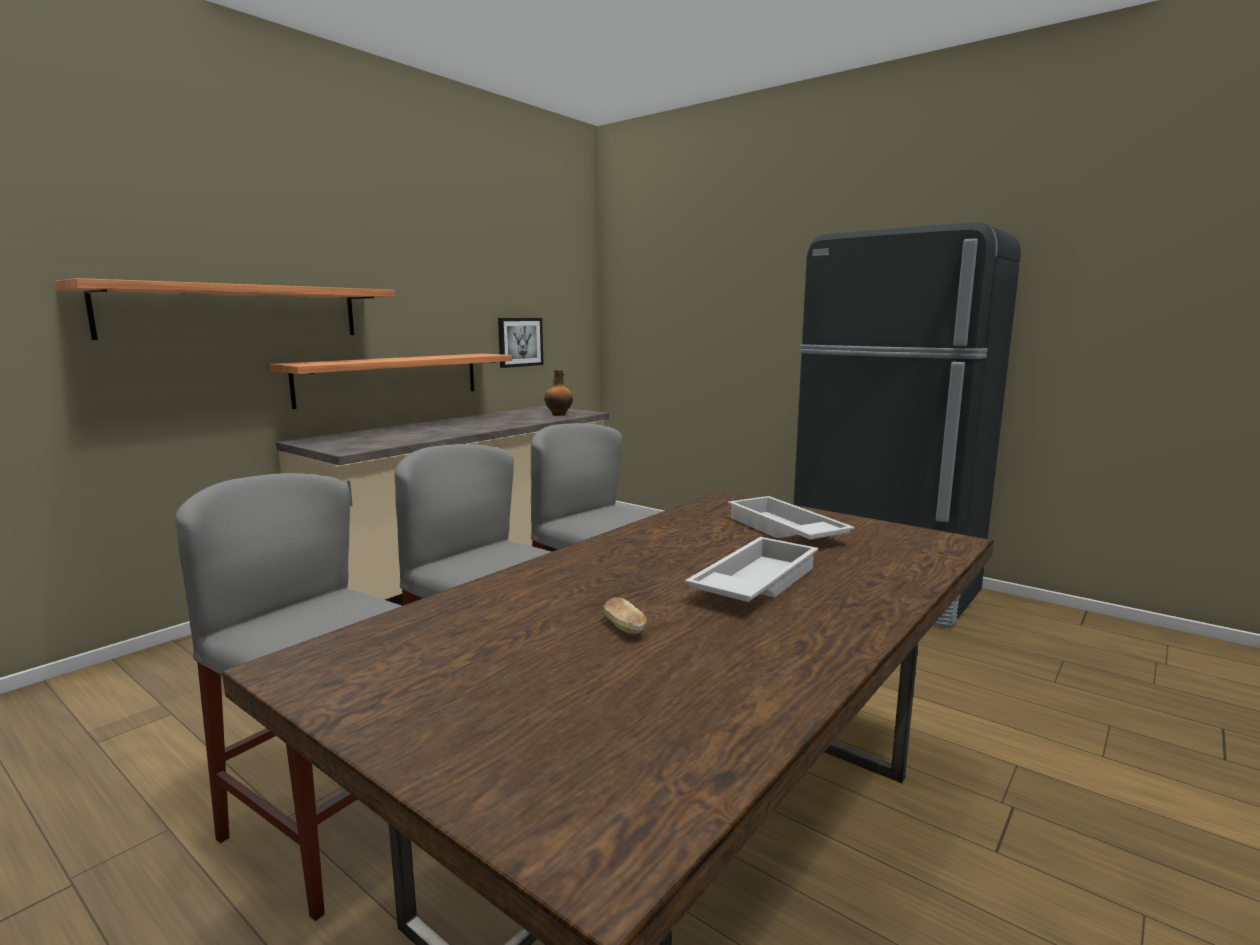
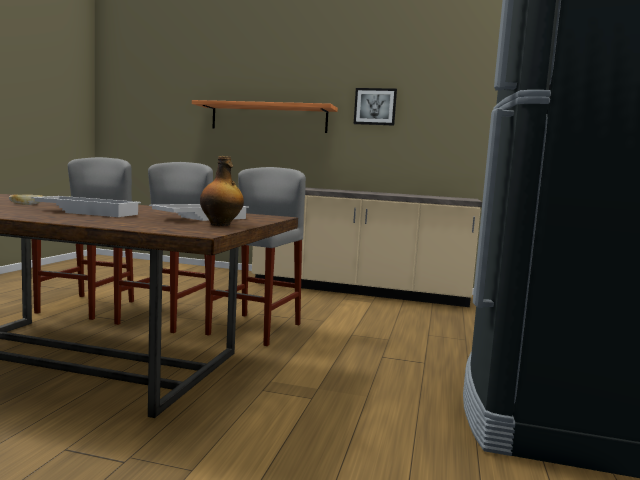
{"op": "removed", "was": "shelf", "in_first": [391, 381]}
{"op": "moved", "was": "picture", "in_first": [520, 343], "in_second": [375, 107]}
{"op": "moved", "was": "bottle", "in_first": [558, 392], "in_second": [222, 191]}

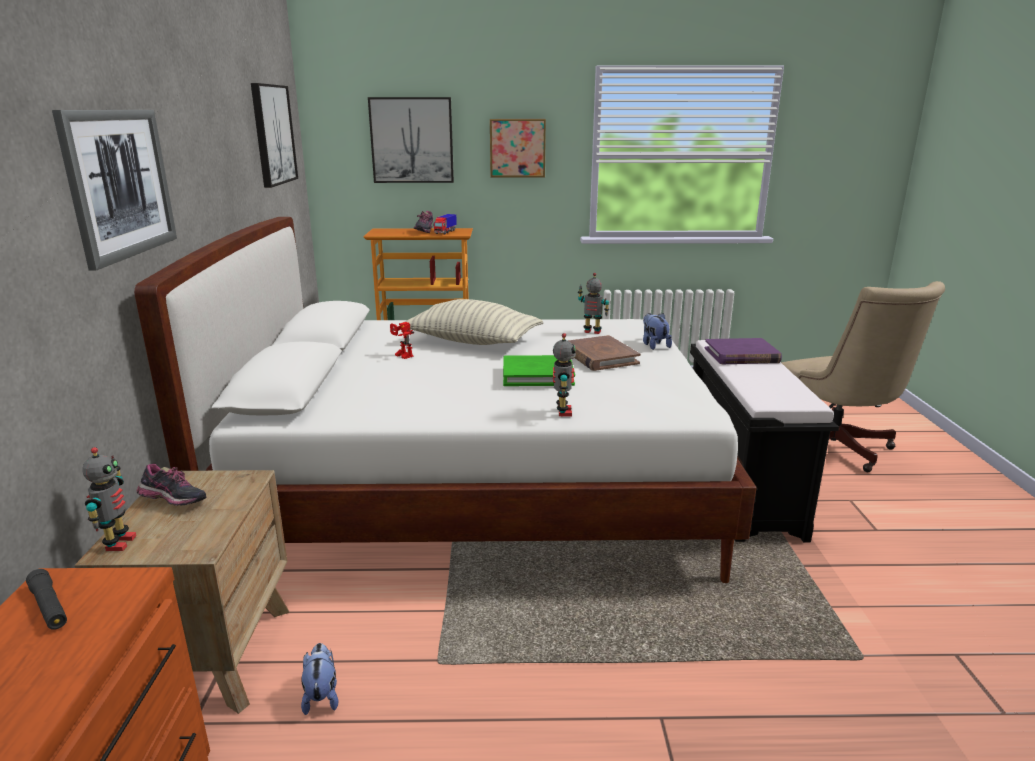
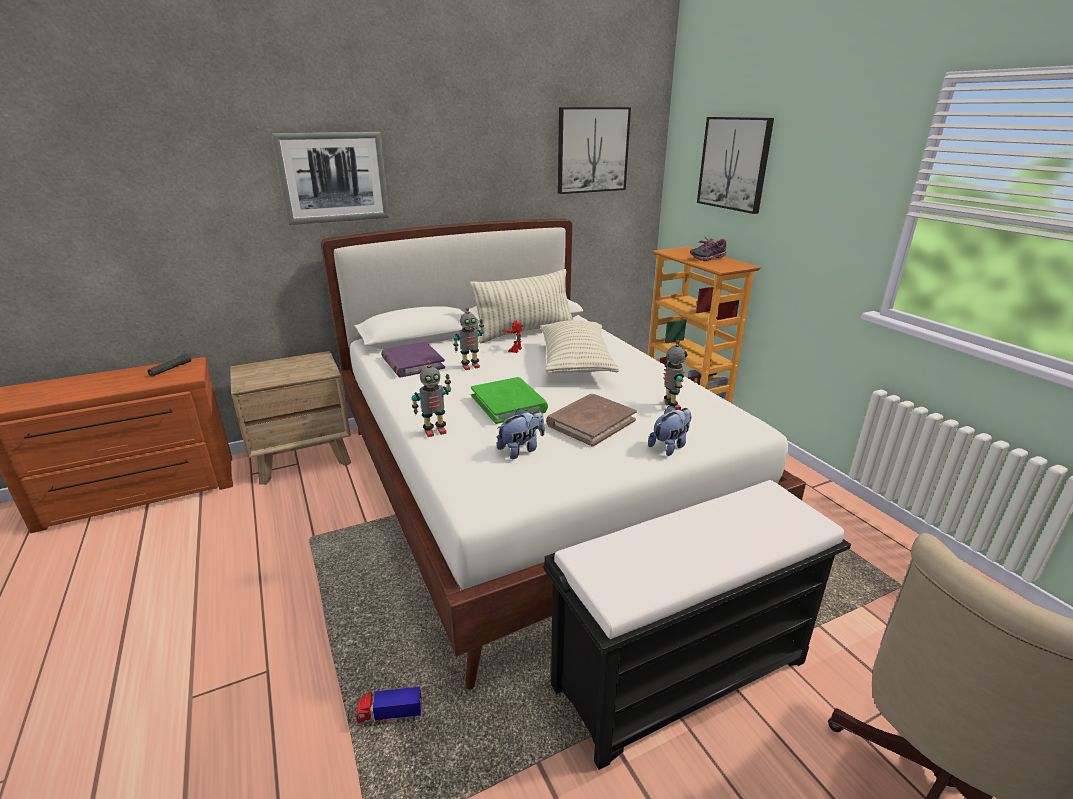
{"op": "removed", "was": "shoe", "in_first": [172, 485]}
{"op": "removed", "was": "picture", "in_first": [518, 148]}
{"op": "added", "now": "pillow", "in_second": [521, 306]}
{"op": "moved", "was": "toy robot", "in_first": [109, 499], "in_second": [468, 338]}
{"op": "moved", "was": "plush toy", "in_first": [320, 679], "in_second": [521, 434]}
{"op": "moved", "was": "toy truck", "in_first": [445, 224], "in_second": [389, 707]}
{"op": "moved", "was": "book/purple", "in_first": [743, 351], "in_second": [413, 360]}

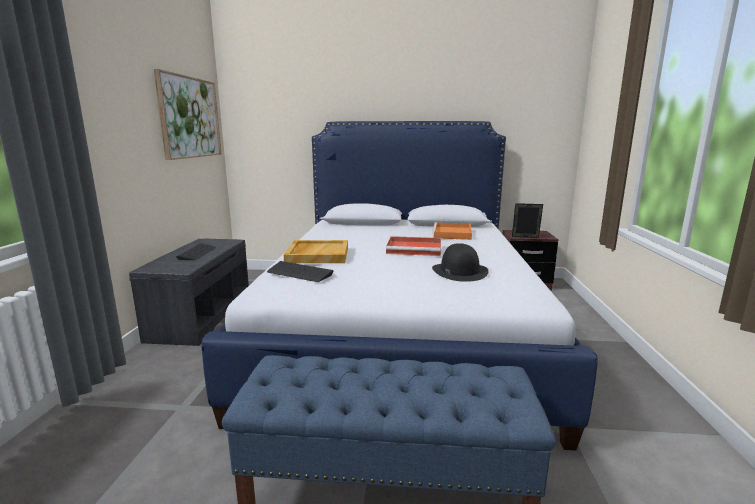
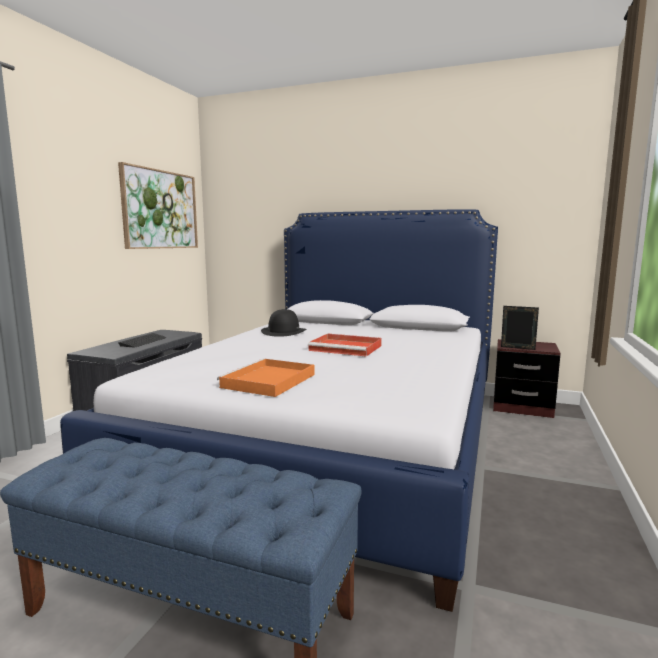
{"op": "removed", "was": "keyboard", "in_first": [300, 271]}
{"op": "removed", "was": "tray/beige", "in_first": [316, 251]}
{"op": "moved", "was": "tray/orange", "in_first": [452, 231], "in_second": [266, 377]}
{"op": "moved", "was": "hat/black", "in_first": [460, 262], "in_second": [283, 323]}

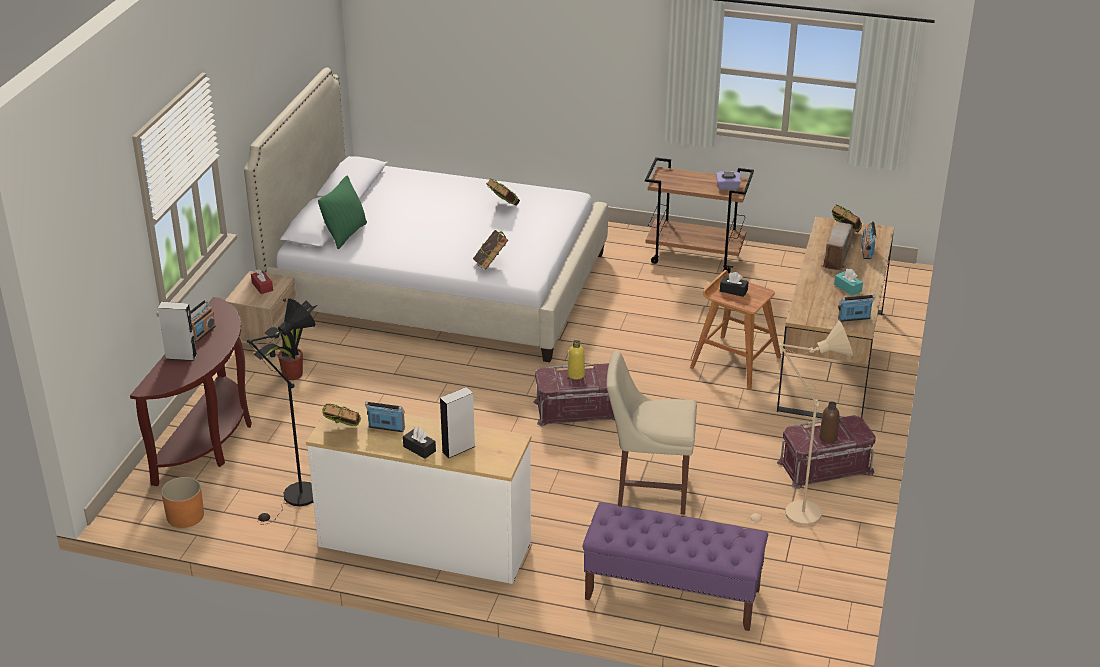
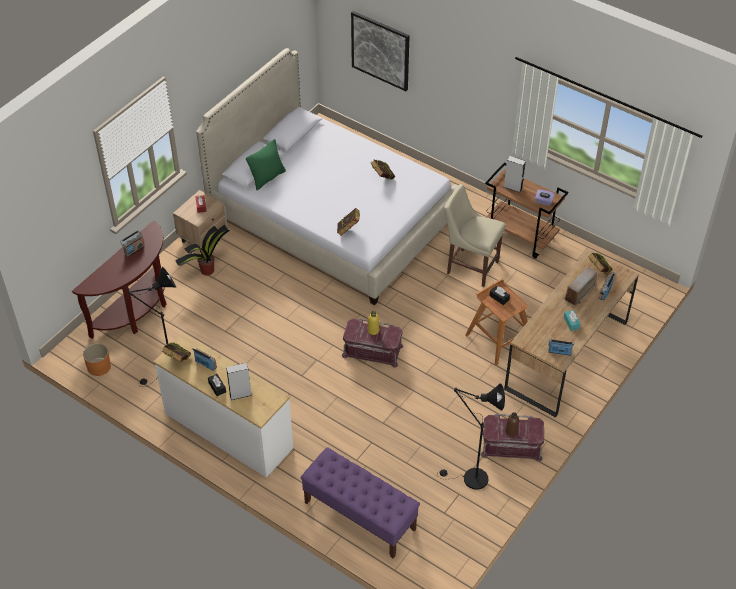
{"op": "added", "now": "picture", "in_second": [380, 51]}
{"op": "moved", "was": "speaker/grey", "in_first": [177, 331], "in_second": [515, 174]}
{"op": "moved", "was": "chair/beige", "in_first": [652, 432], "in_second": [475, 235]}
{"op": "recoloured", "was": "floor lamp/beige", "now": "floor lamp/black", "in_first": [800, 423], "in_second": [472, 437]}

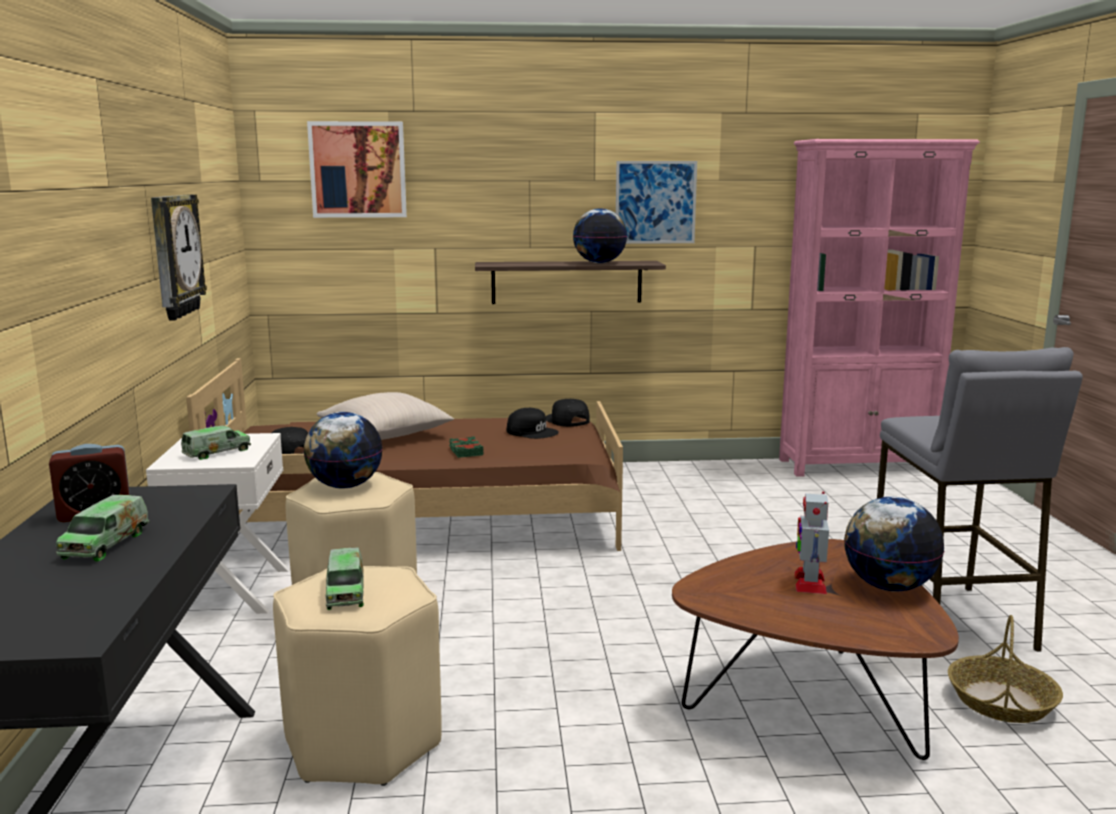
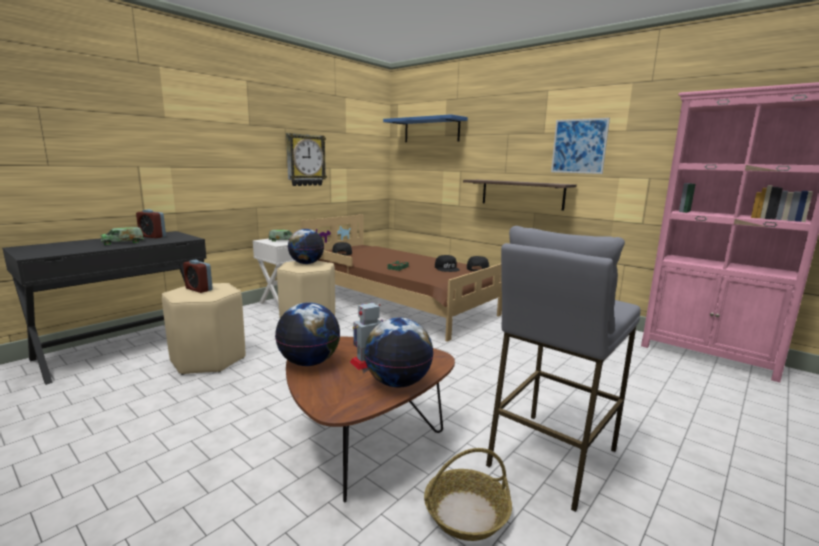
{"op": "removed", "was": "pillow/beige", "in_first": [385, 416]}
{"op": "moved", "was": "globe", "in_first": [600, 235], "in_second": [307, 334]}
{"op": "replaced", "was": "picture", "now": "shelf/blue", "in_first": [357, 169], "in_second": [425, 128]}
{"op": "replaced", "was": "toy truck", "now": "alarm clock", "in_first": [345, 579], "in_second": [198, 276]}

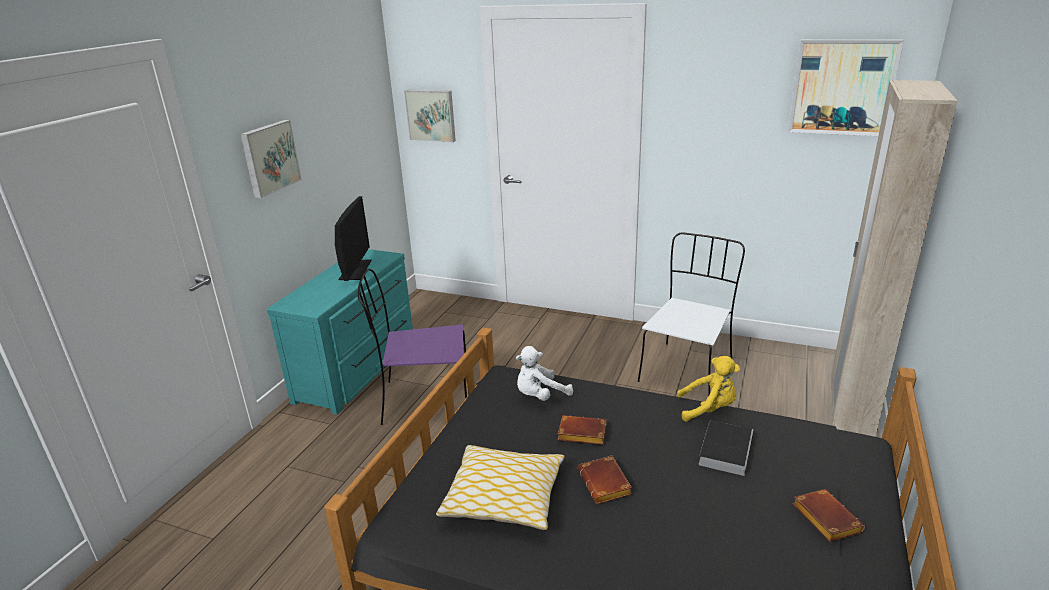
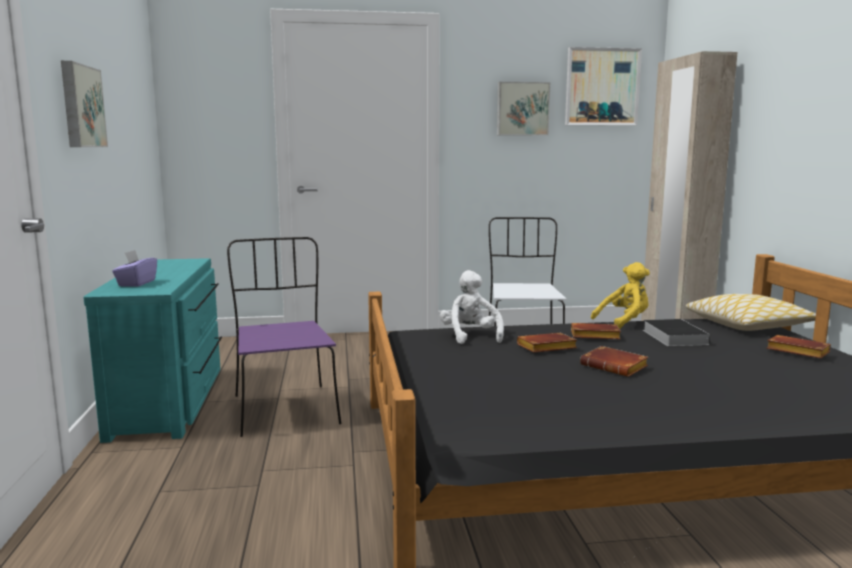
{"op": "removed", "was": "monitor", "in_first": [353, 238]}
{"op": "added", "now": "tissue box/purple", "in_second": [134, 268]}
{"op": "added", "now": "book/brown", "in_second": [596, 331]}
{"op": "moved", "was": "picture", "in_first": [430, 115], "in_second": [523, 109]}
{"op": "moved", "was": "pillow", "in_first": [500, 487], "in_second": [751, 312]}
{"op": "turned", "was": "chair/purple", "in_first": [412, 347], "in_second": [284, 337], "clockwise": 105}
{"op": "turned", "was": "plush toy/white", "in_first": [544, 373], "in_second": [472, 307], "clockwise": 135}

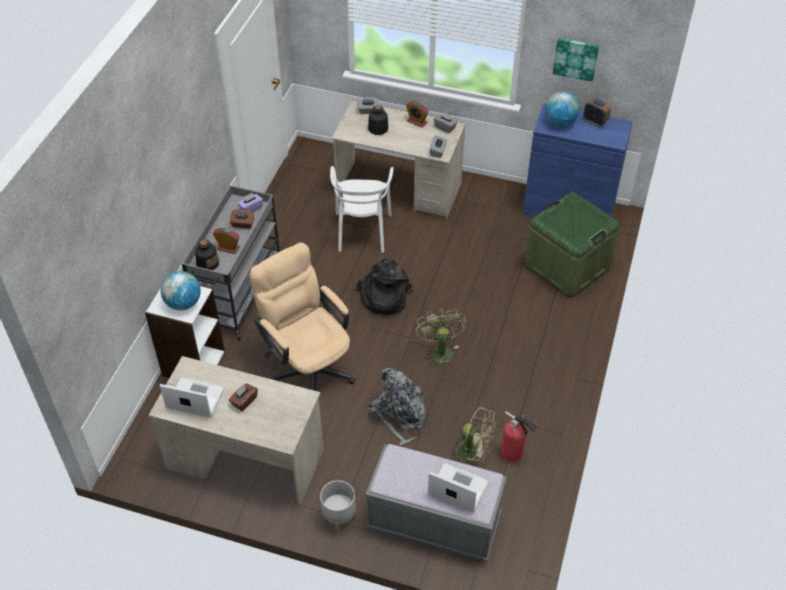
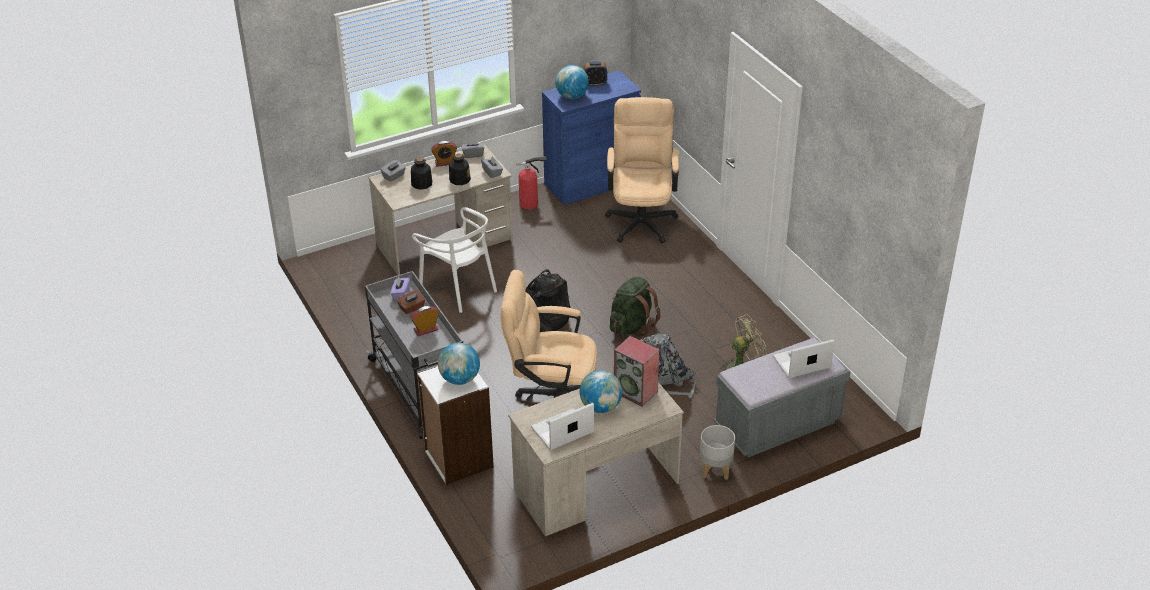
{"op": "removed", "was": "picture", "in_first": [576, 60]}
{"op": "added", "now": "speaker", "in_second": [636, 371]}
{"op": "moved", "was": "bottle", "in_first": [207, 254], "in_second": [460, 169]}
{"op": "moved", "was": "fire extinguisher", "in_first": [520, 436], "in_second": [531, 183]}
{"op": "replaced", "was": "tissue box/brown", "now": "globe", "in_first": [243, 397], "in_second": [601, 391]}
{"op": "replaced", "was": "fan/green", "now": "backpack/green", "in_first": [441, 339], "in_second": [635, 307]}
{"op": "replaced", "was": "storage box/green", "now": "office chair/beige", "in_first": [572, 244], "in_second": [642, 170]}

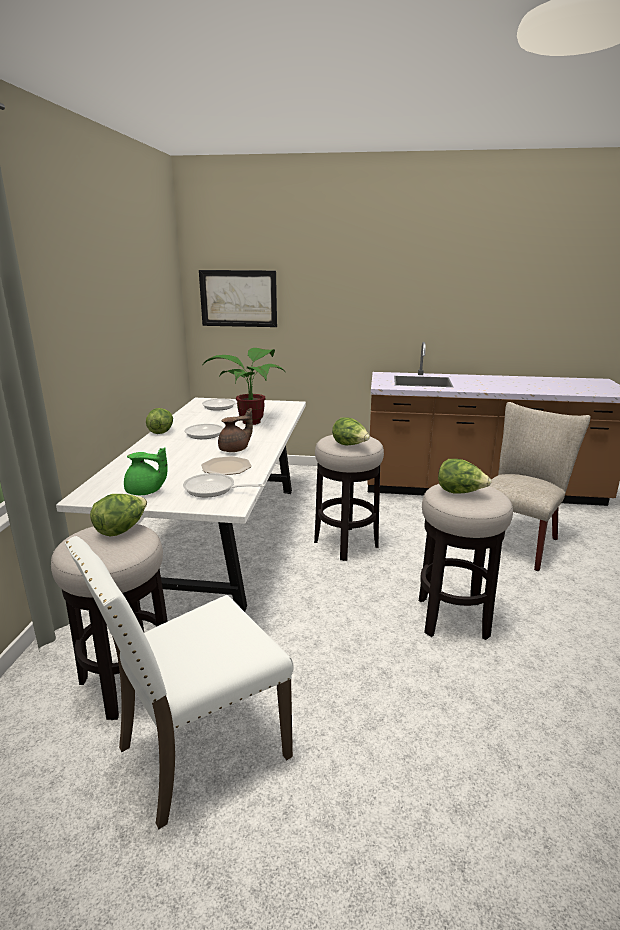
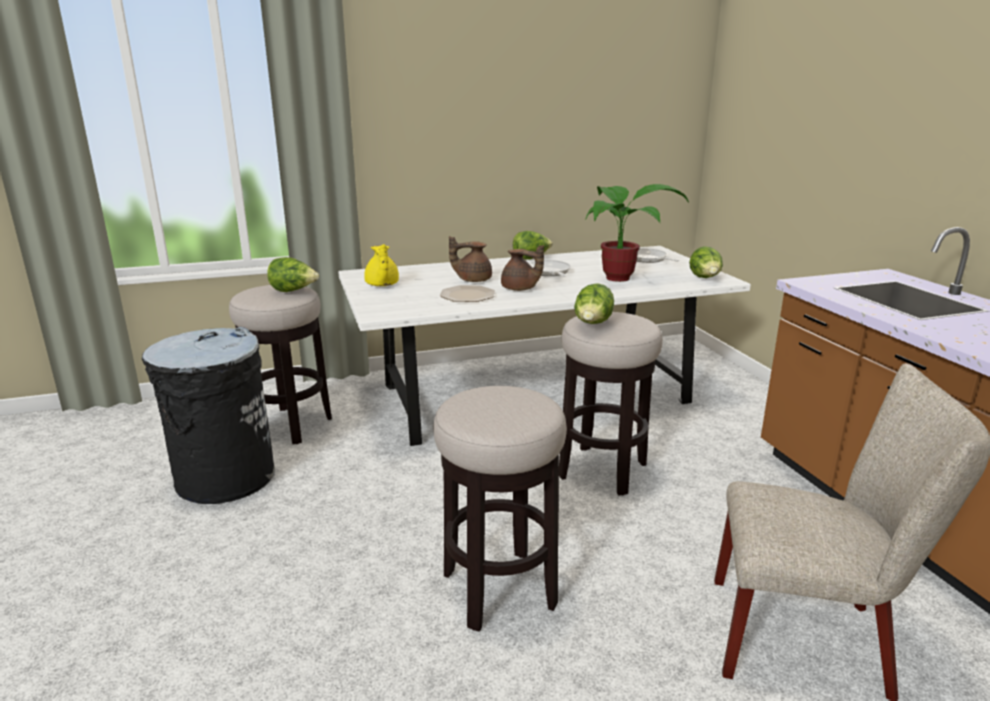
{"op": "removed", "was": "frying pan", "in_first": [224, 485]}
{"op": "removed", "was": "picture", "in_first": [238, 298]}
{"op": "added", "now": "teapot/brown", "in_second": [470, 259]}
{"op": "moved", "was": "lettuce", "in_first": [465, 476], "in_second": [706, 262]}
{"op": "replaced", "was": "chair/white", "now": "trash can/black", "in_first": [179, 682], "in_second": [208, 415]}
{"op": "recoloured", "was": "teapot/green", "now": "teapot/yellow", "in_first": [146, 471], "in_second": [381, 265]}

